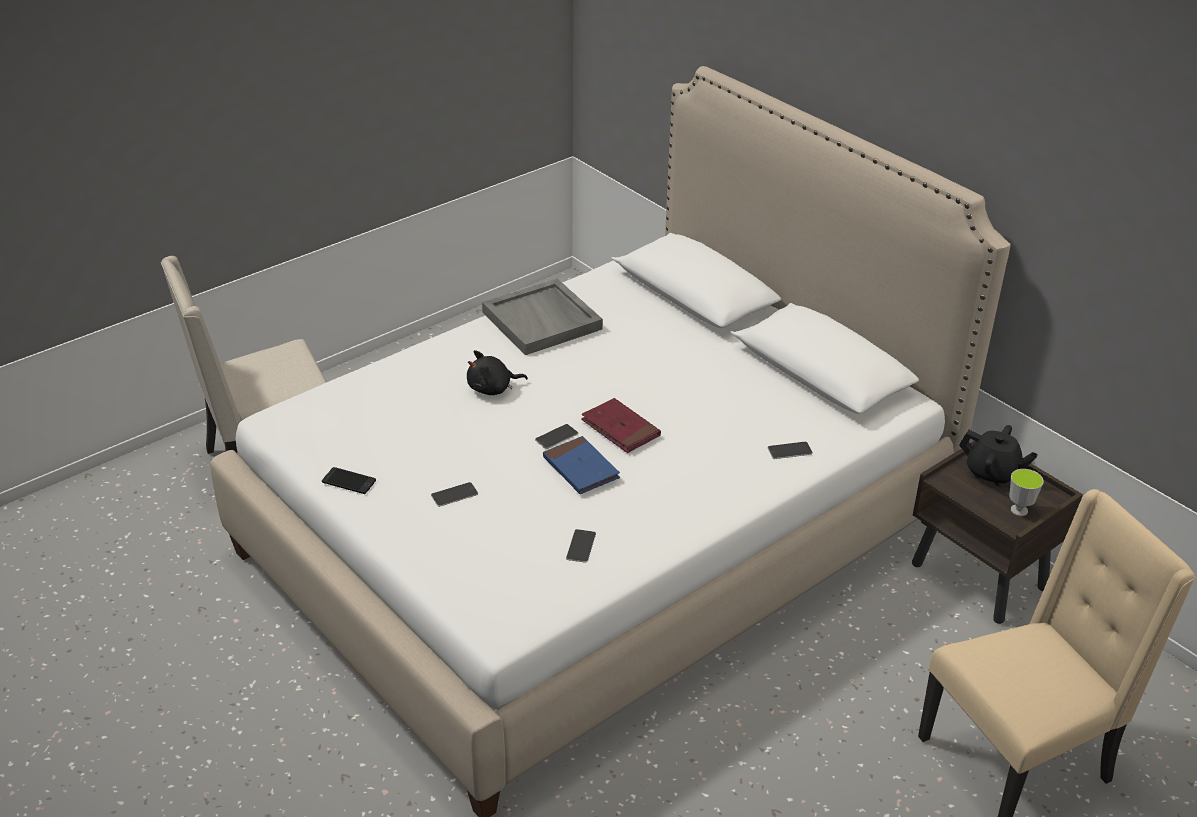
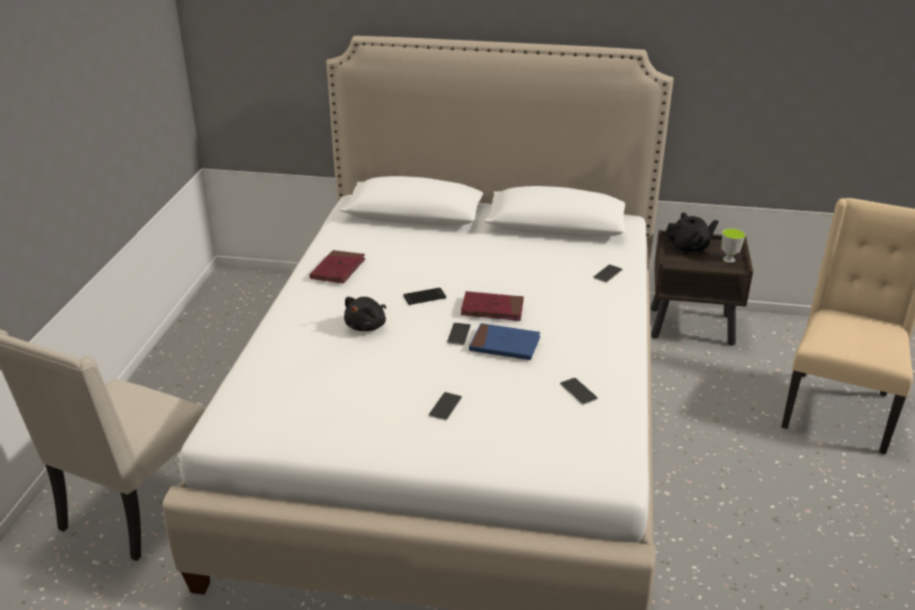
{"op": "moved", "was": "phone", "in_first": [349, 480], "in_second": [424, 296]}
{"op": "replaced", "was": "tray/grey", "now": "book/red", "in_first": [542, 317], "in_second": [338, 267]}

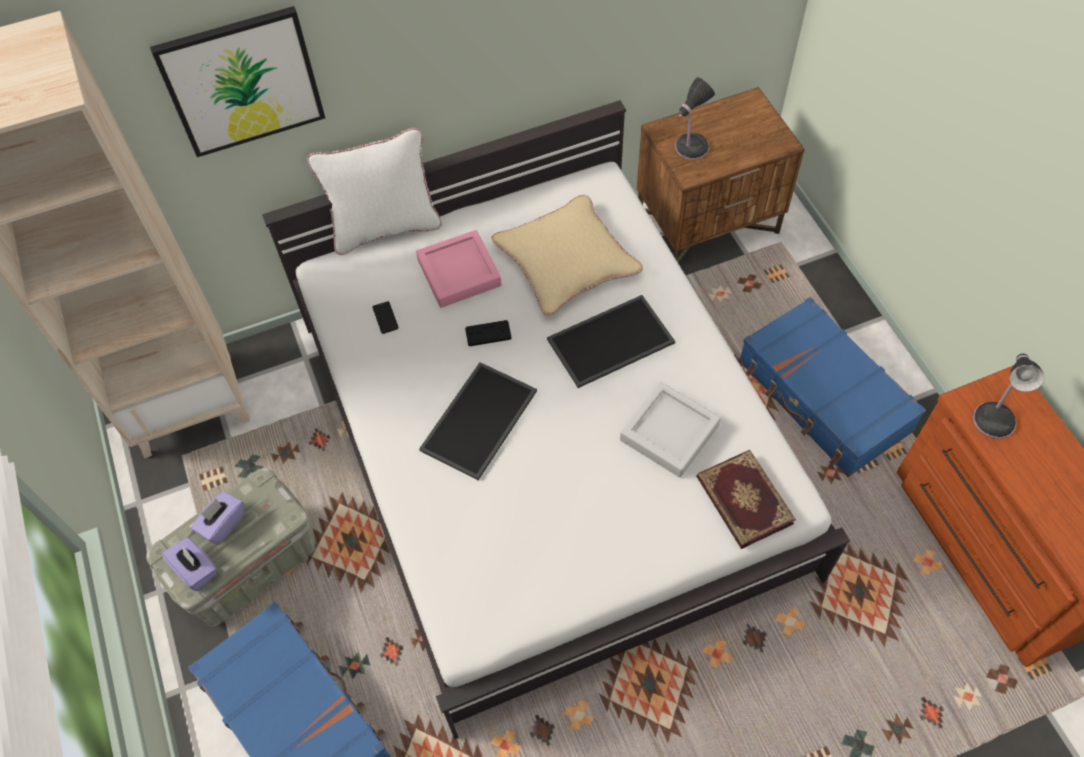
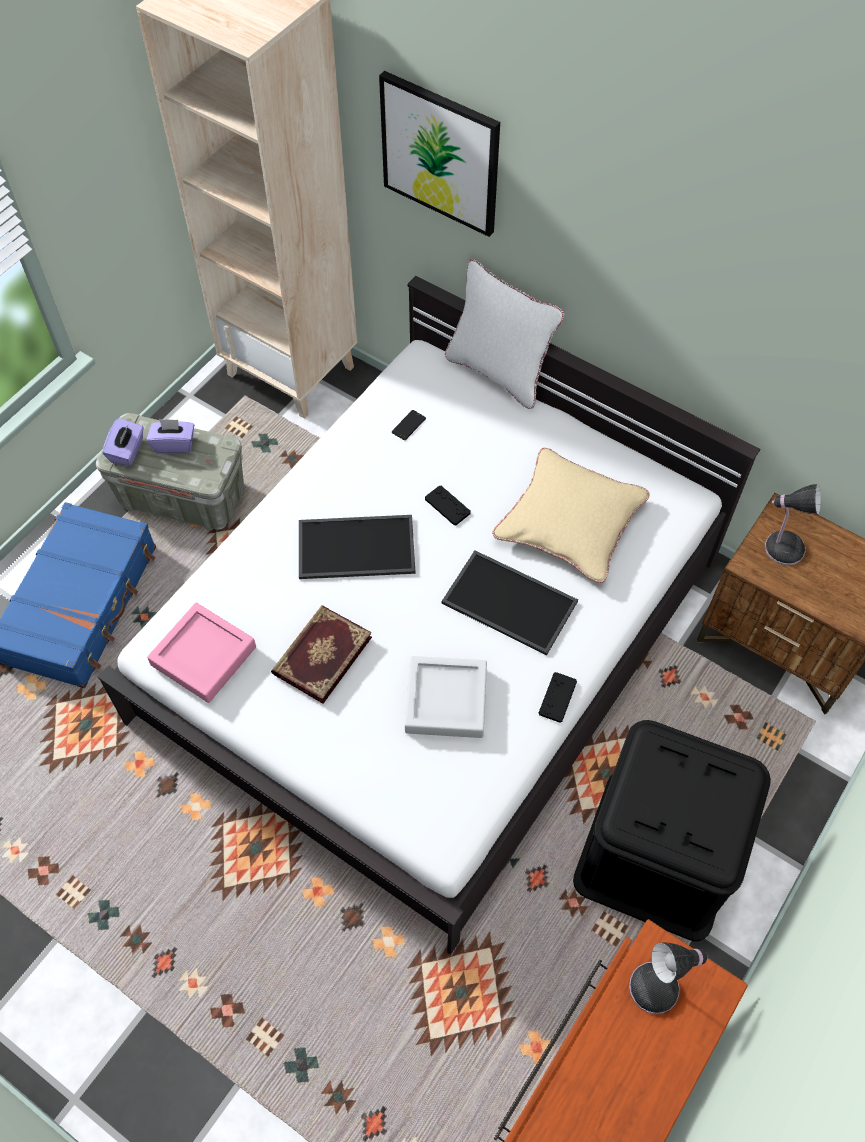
{"op": "added", "now": "game controller/black", "in_second": [557, 697]}
{"op": "moved", "was": "tray/pink", "in_first": [459, 269], "in_second": [201, 653]}
{"op": "moved", "was": "book", "in_first": [746, 499], "in_second": [321, 654]}
{"op": "replaced", "was": "suitcase/blue", "now": "storage box/black", "in_first": [832, 387], "in_second": [672, 831]}

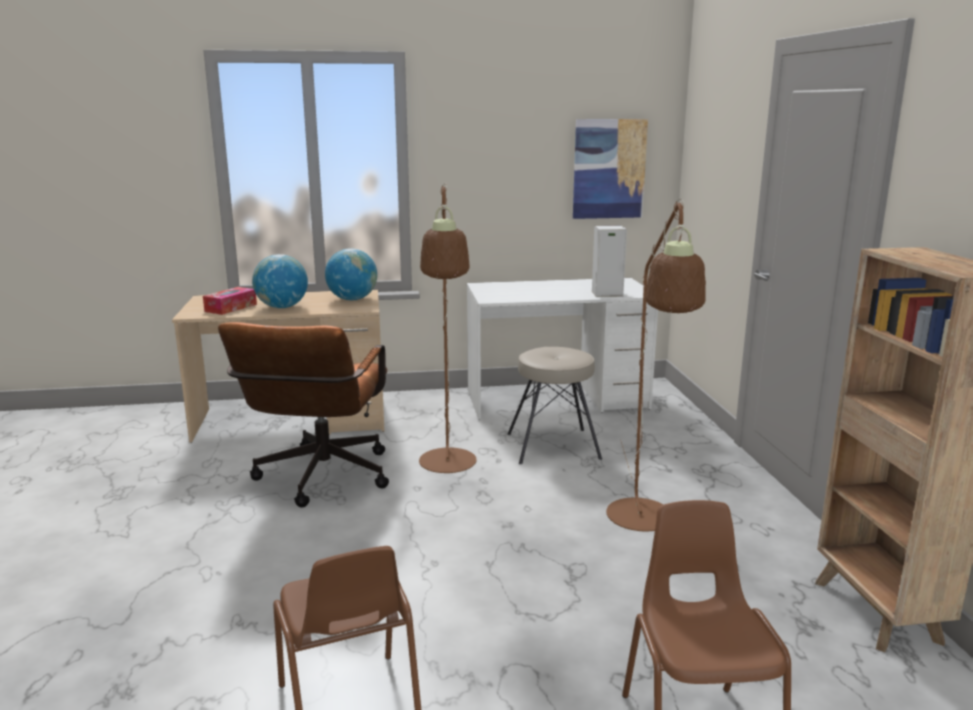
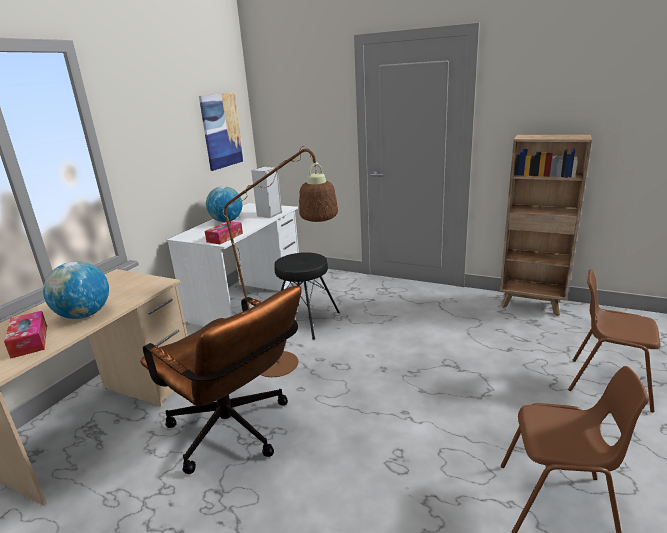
{"op": "removed", "was": "floor lamp/brown", "in_first": [656, 365]}
{"op": "added", "now": "tissue box", "in_second": [224, 232]}
{"op": "moved", "was": "globe", "in_first": [351, 274], "in_second": [224, 204]}
{"op": "recoloured", "was": "stool/beige", "now": "stool/black", "in_first": [555, 405], "in_second": [307, 296]}

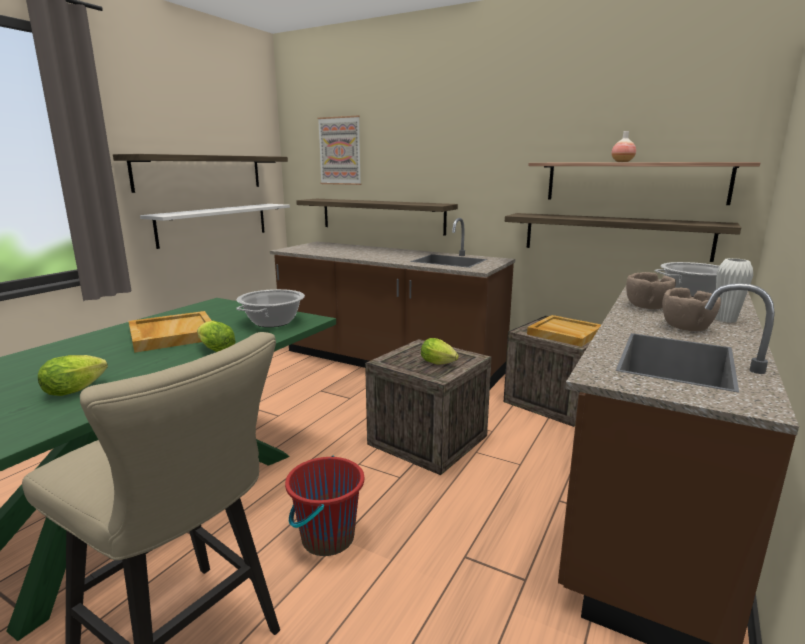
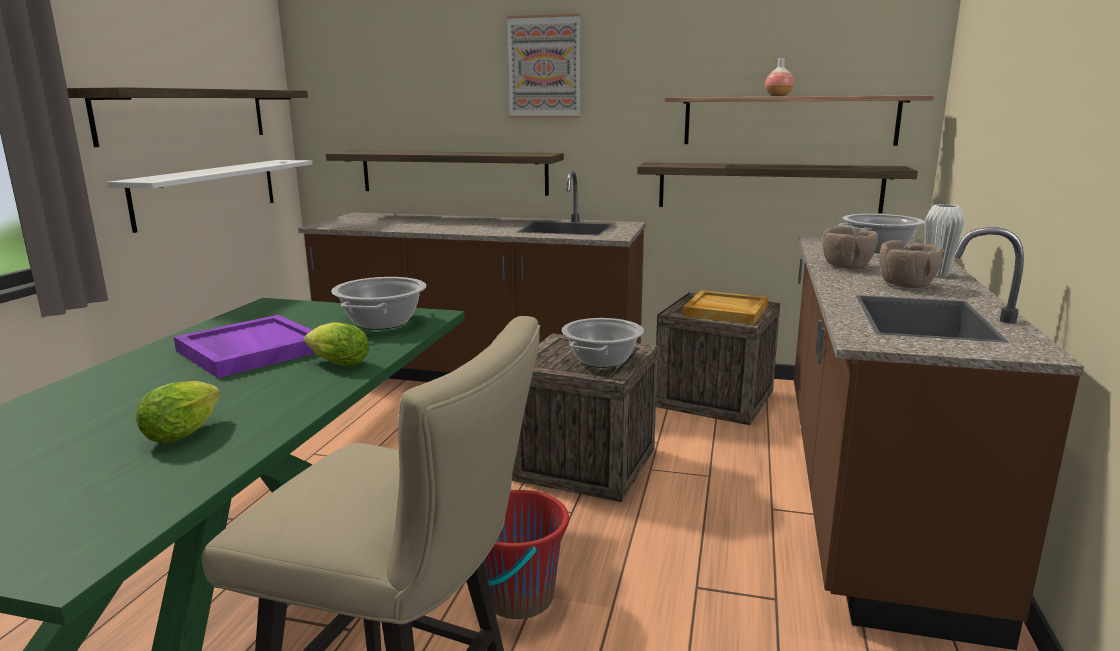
{"op": "moved", "was": "picture", "in_first": [339, 150], "in_second": [543, 66]}
{"op": "replaced", "was": "lettuce", "now": "cooking pot", "in_first": [440, 351], "in_second": [603, 343]}
{"op": "recoloured", "was": "tray/beige", "now": "tray/purple", "in_first": [170, 332], "in_second": [244, 346]}

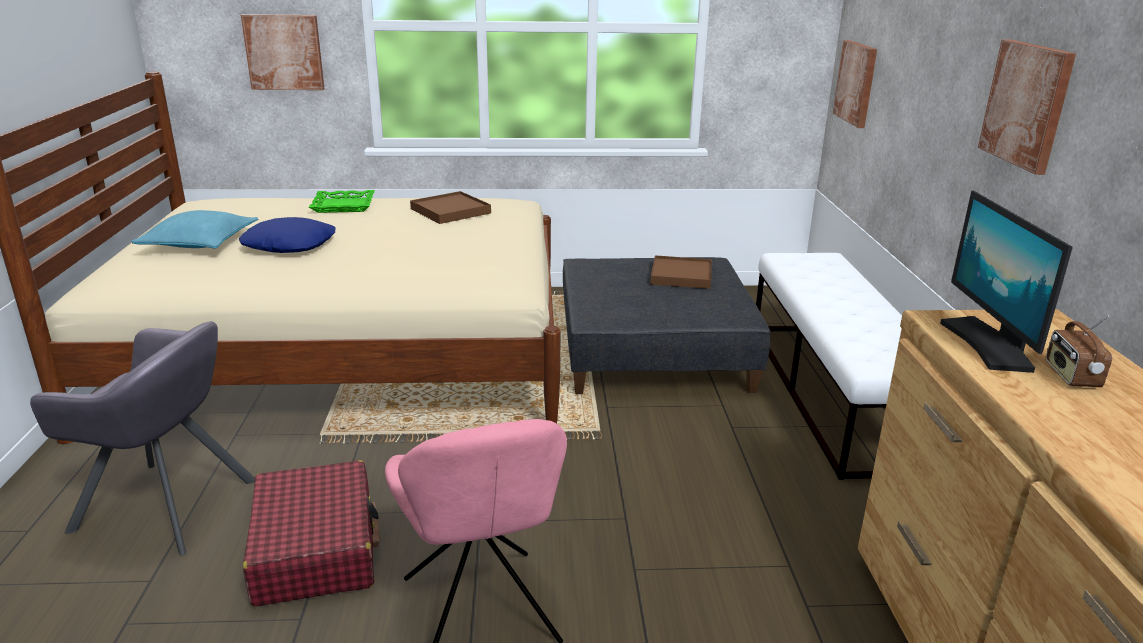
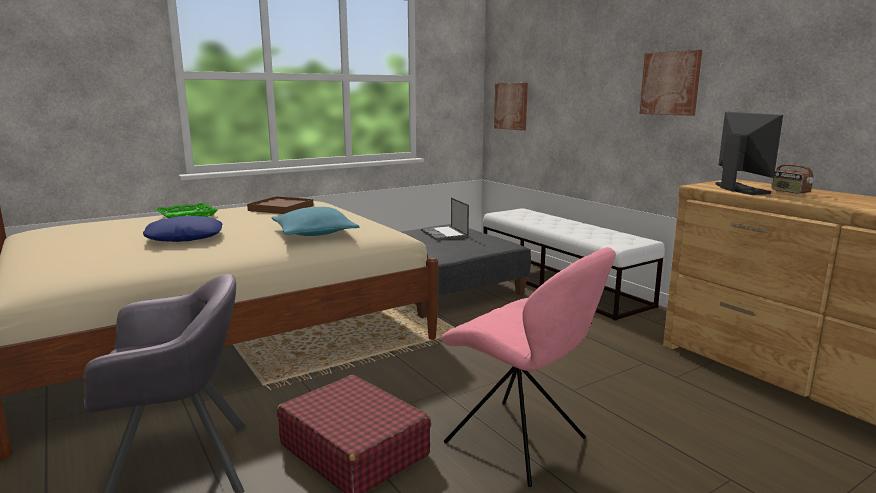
{"op": "removed", "was": "picture", "in_first": [282, 52]}
{"op": "moved", "was": "pillow/turquoise", "in_first": [194, 229], "in_second": [315, 221]}
{"op": "replaced", "was": "tray/brown", "now": "laptop", "in_first": [681, 272], "in_second": [445, 218]}
{"op": "turned", "was": "monitor", "in_first": [1006, 282], "in_second": [749, 153], "clockwise": -150}

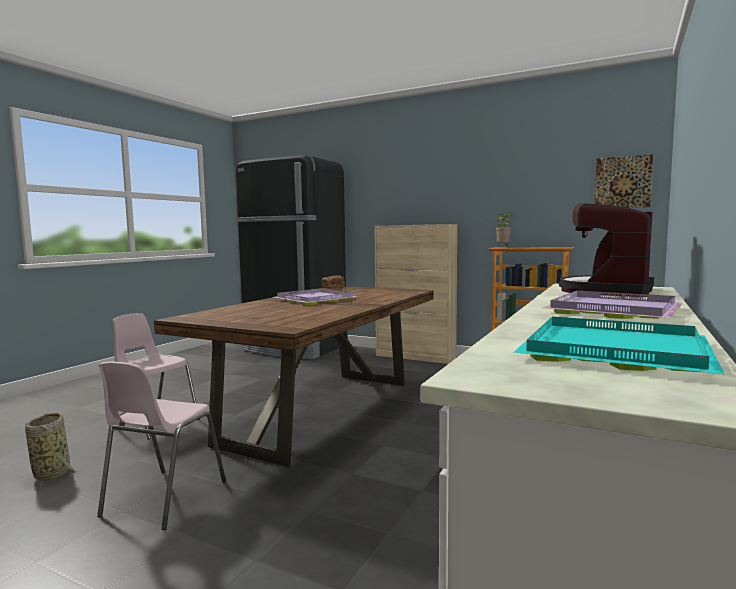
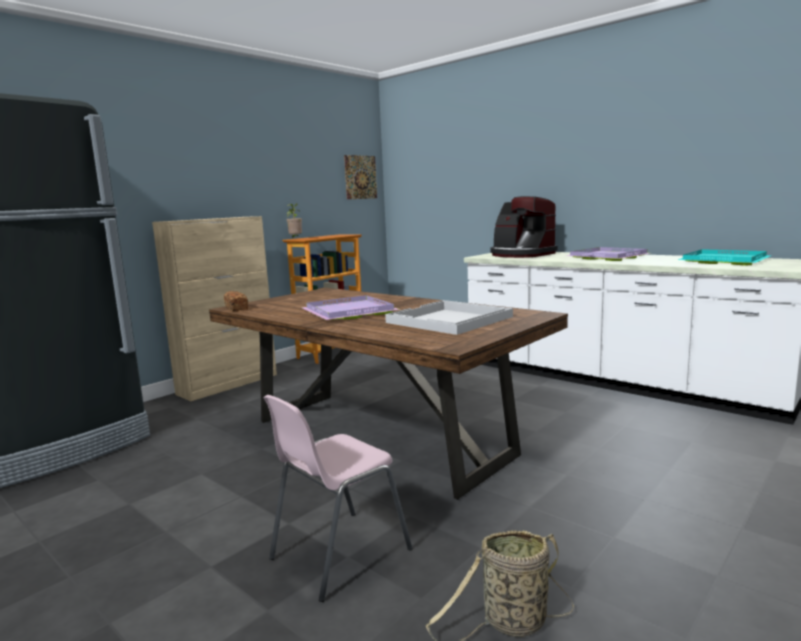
{"op": "removed", "was": "chair/pink", "in_first": [161, 446]}
{"op": "added", "now": "tray/white", "in_second": [449, 317]}

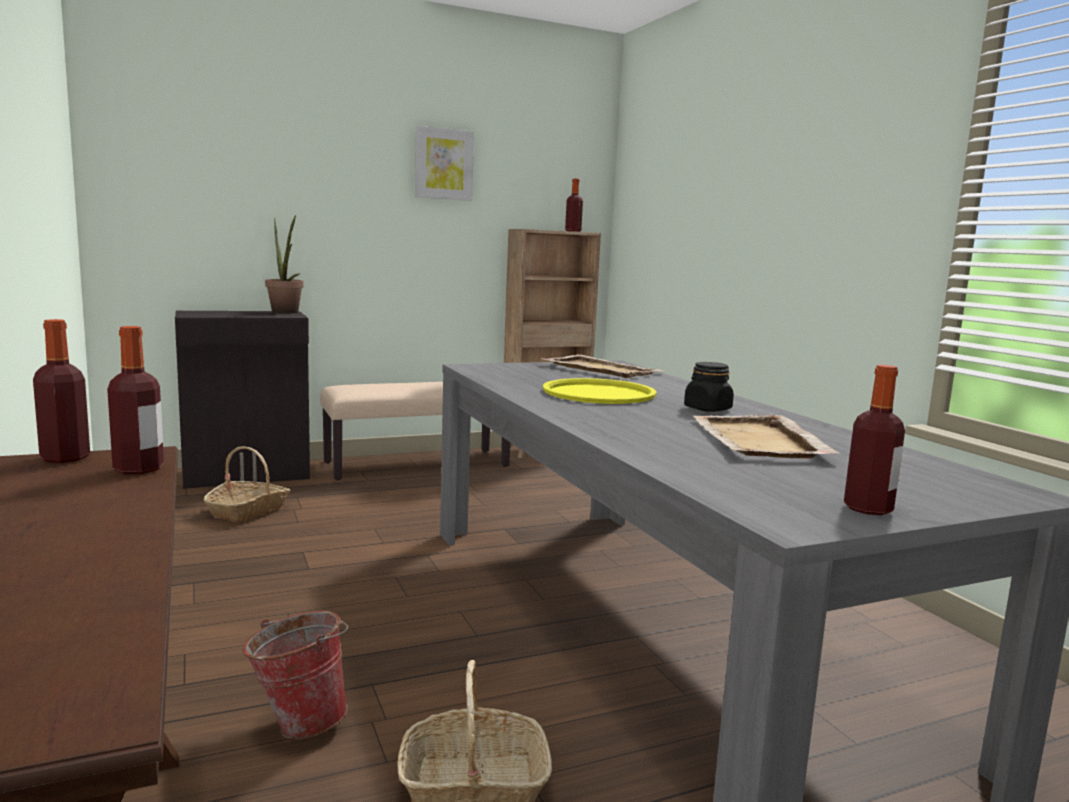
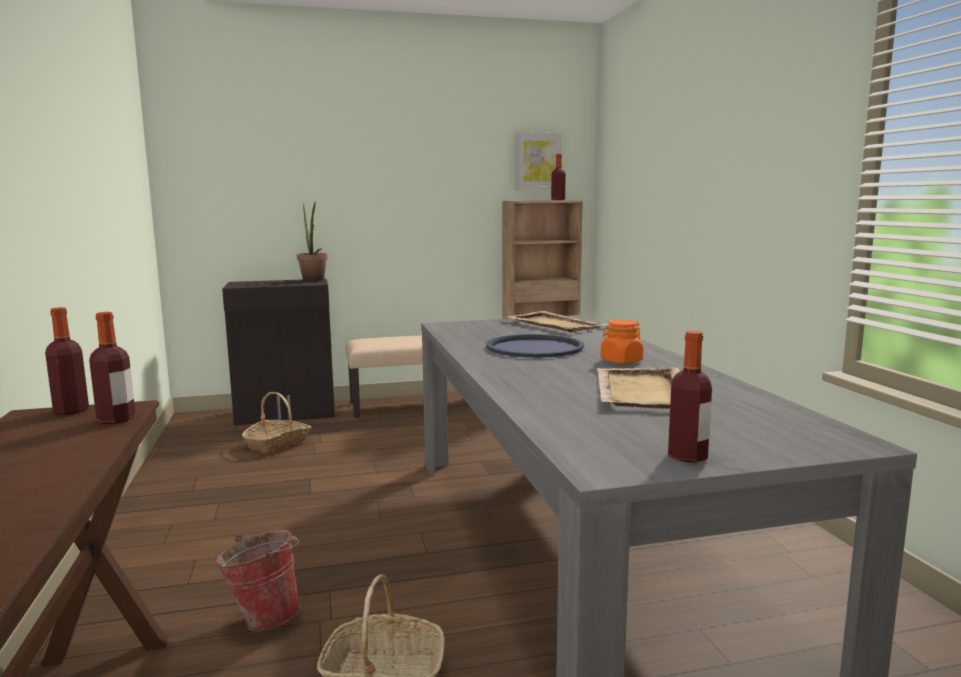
{"op": "moved", "was": "picture", "in_first": [444, 163], "in_second": [538, 161]}
{"op": "recoloured", "was": "tray/yellow", "now": "tray/blue", "in_first": [600, 391], "in_second": [535, 346]}
{"op": "recoloured", "was": "jar/black", "now": "jar/orange", "in_first": [709, 387], "in_second": [621, 342]}

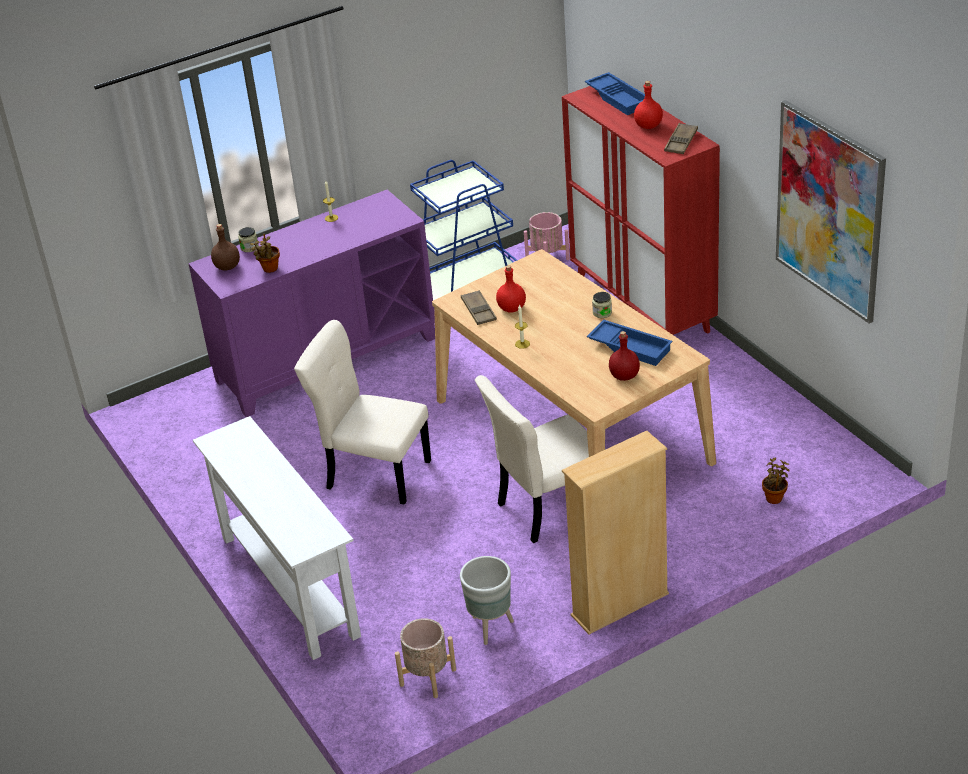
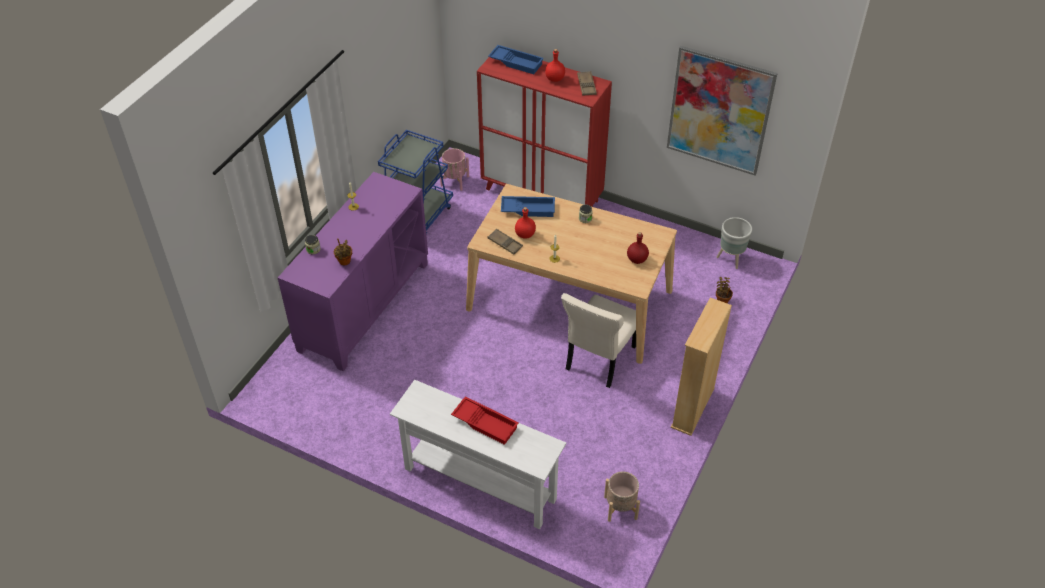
{"op": "removed", "was": "bottle/brown", "in_first": [225, 247]}
{"op": "removed", "was": "chair/beige", "in_first": [362, 412]}
{"op": "added", "now": "tray/red", "in_second": [485, 420]}
{"op": "moved", "was": "planter/grey", "in_first": [487, 600], "in_second": [734, 243]}
{"op": "moved", "was": "tray/blue", "in_first": [629, 342], "in_second": [528, 206]}

